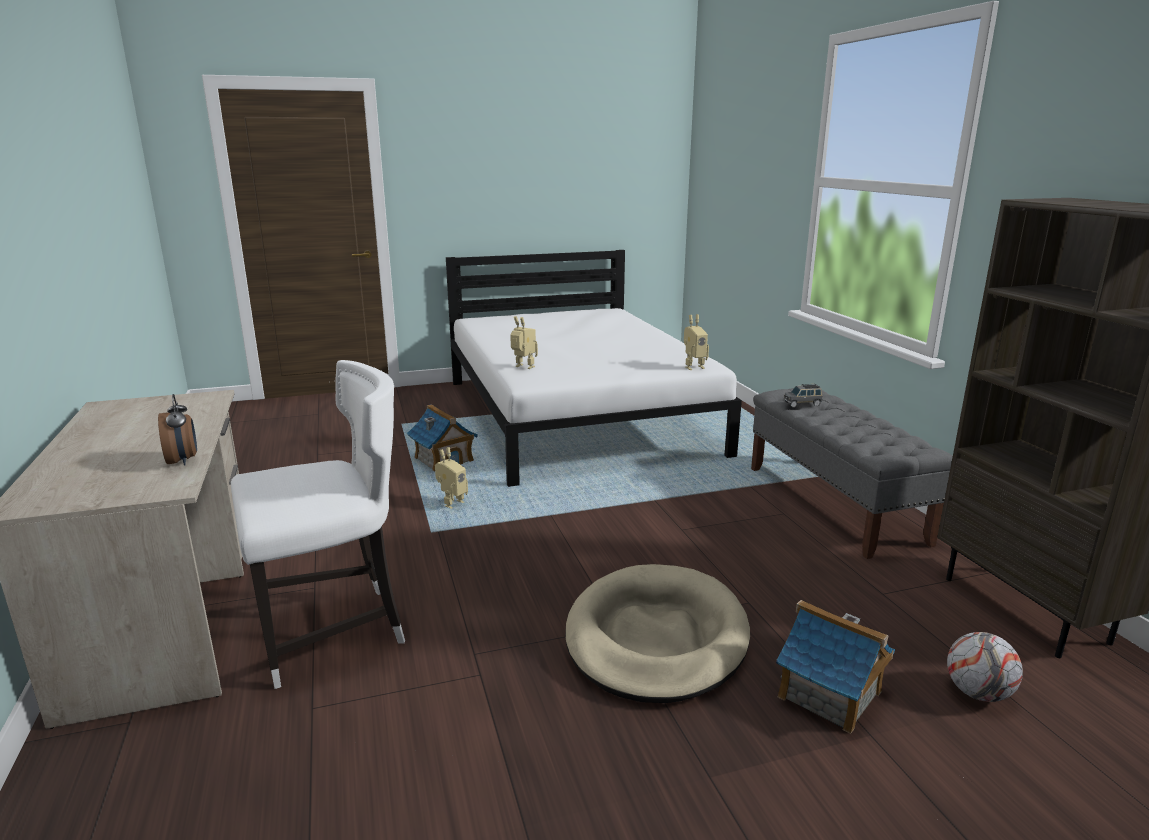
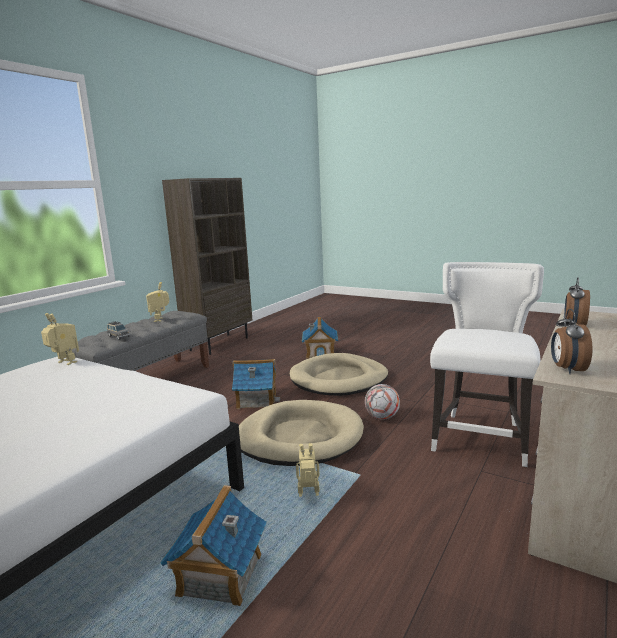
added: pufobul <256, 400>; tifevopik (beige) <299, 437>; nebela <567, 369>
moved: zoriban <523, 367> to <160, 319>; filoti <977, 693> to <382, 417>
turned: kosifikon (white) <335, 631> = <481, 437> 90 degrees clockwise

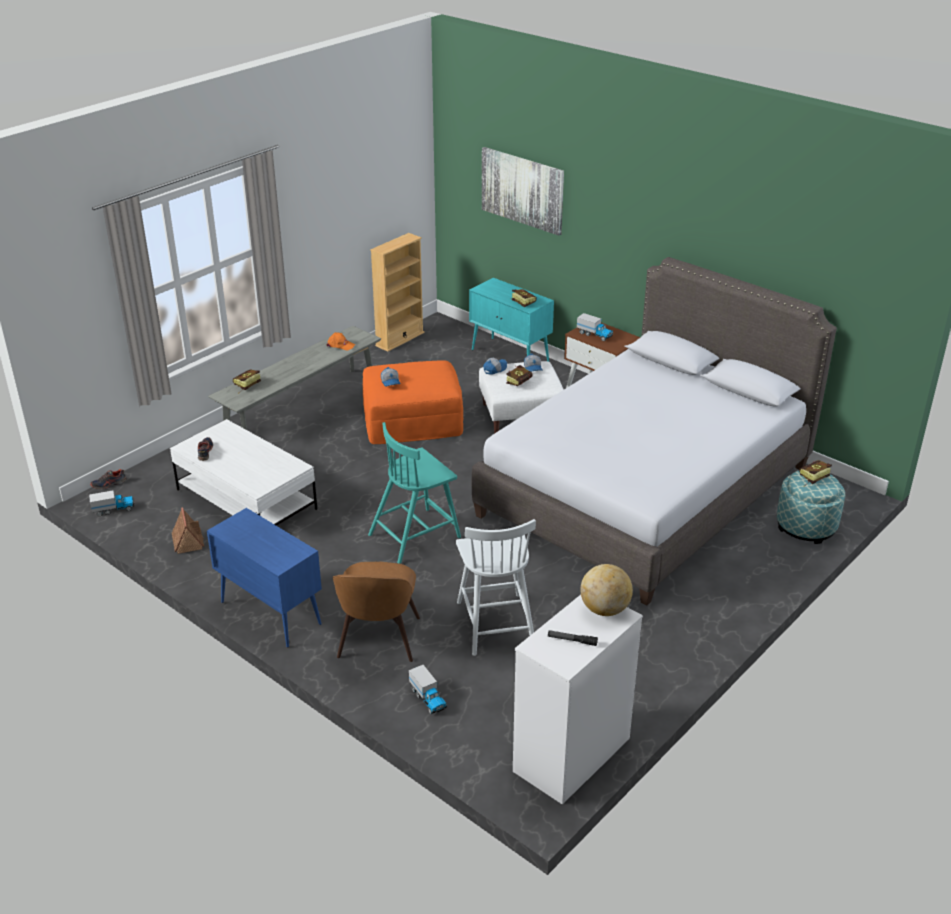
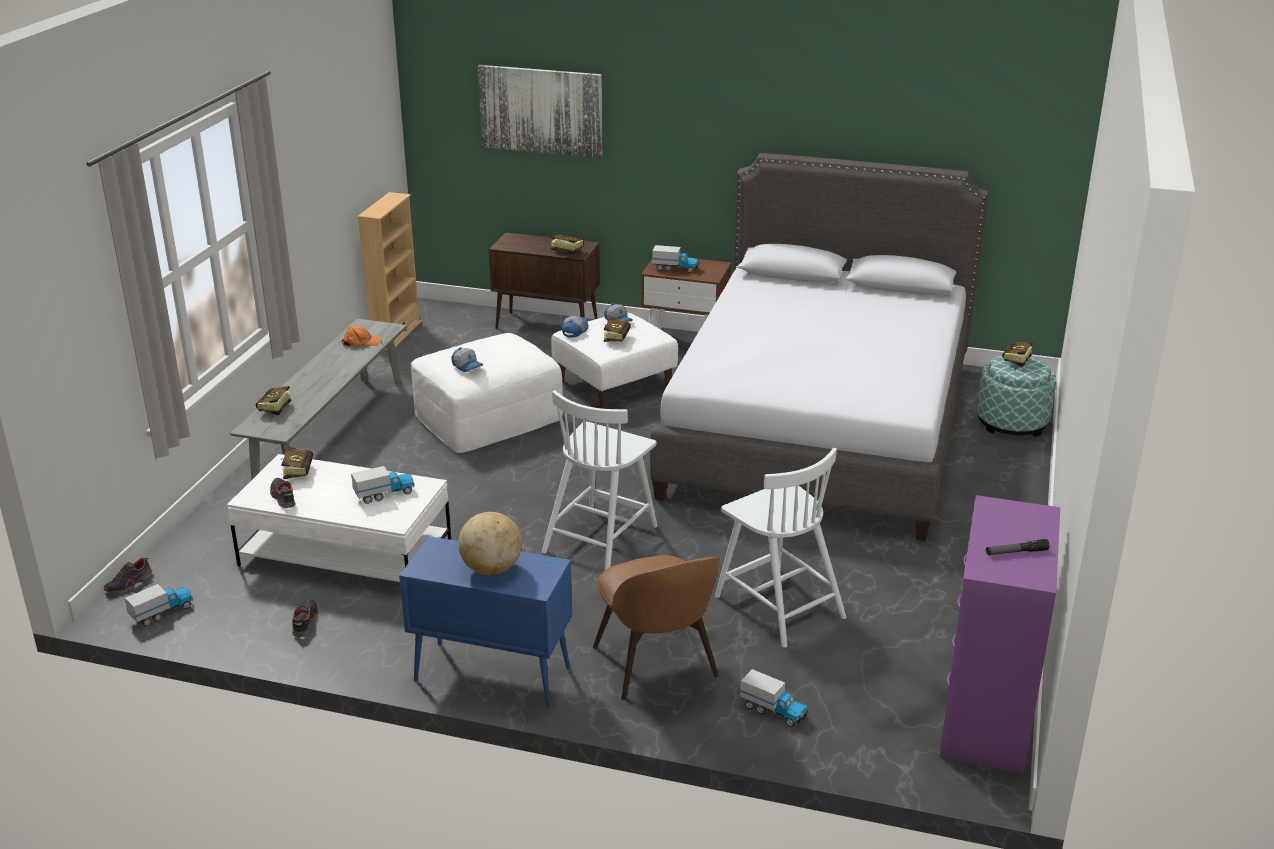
added: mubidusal <299, 471>; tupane <384, 494>
moved: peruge <605, 609> to <491, 569>
replaced: pufobul <188, 541> to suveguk <305, 622>
recoloured: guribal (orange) <412, 420> to guribal (white) <488, 416>; kosifikon (turquoise) <416, 535> to kosifikon (white) <601, 538>; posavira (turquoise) <510, 356> to posavira (brown) <548, 326>; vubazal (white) <571, 755> to vubazal (purple) <986, 718>

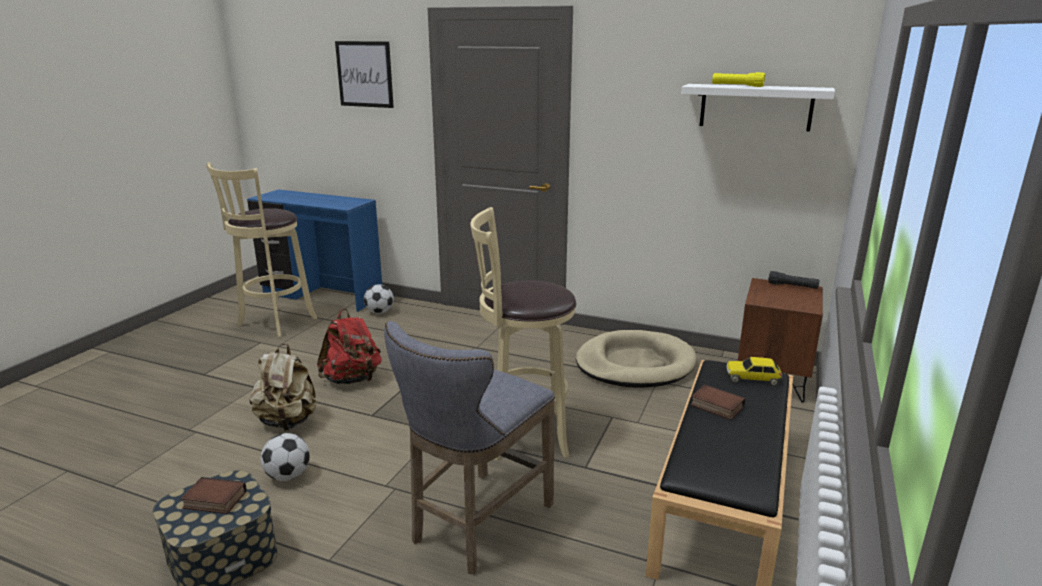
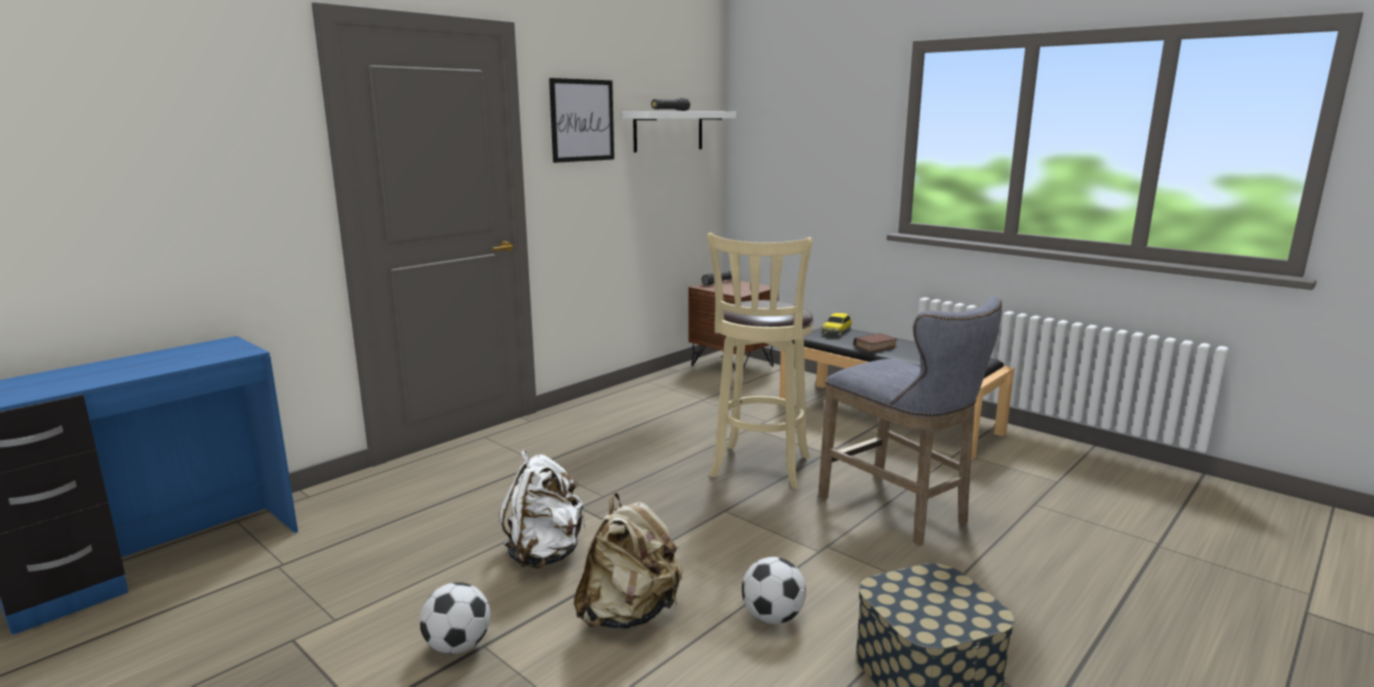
removed: mubidusal <213, 501>; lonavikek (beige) <274, 323>; tifevopik (beige) <635, 364>
moved: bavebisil <364, 74> to <582, 120>; filoti <380, 312> to <458, 646>
recoloured: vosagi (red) <352, 380> to vosagi (white) <545, 554>; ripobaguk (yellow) <737, 86> to ripobaguk (black) <670, 110>

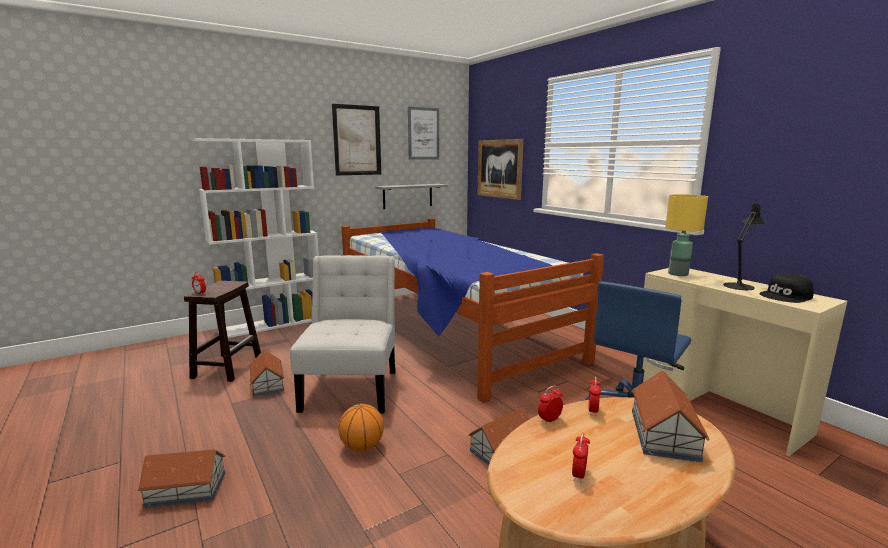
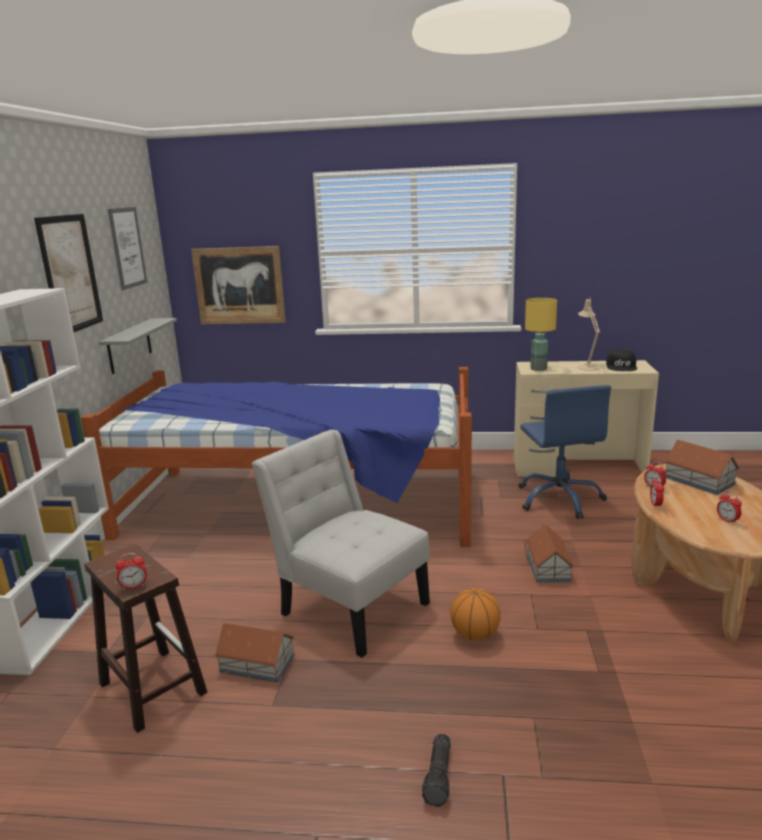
replaced: pufobul <185, 489> to ripobaguk <440, 777>
recoloured: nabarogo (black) <740, 285> to nabarogo (beige) <587, 366>

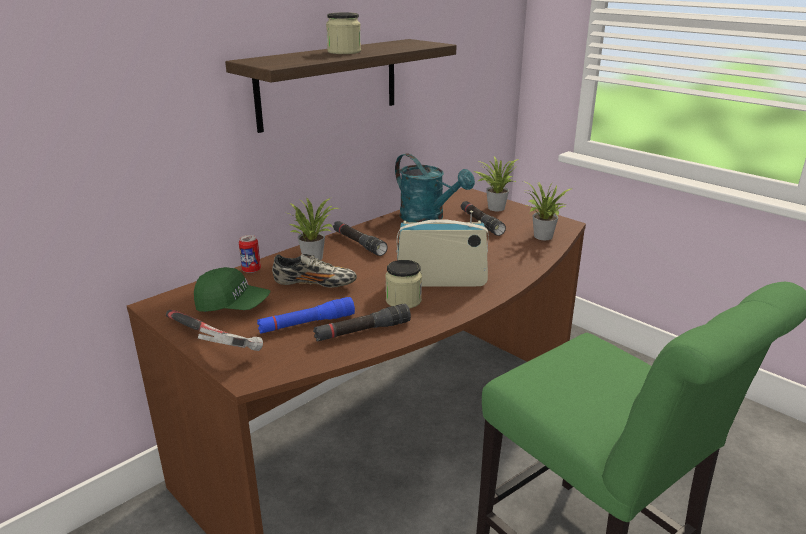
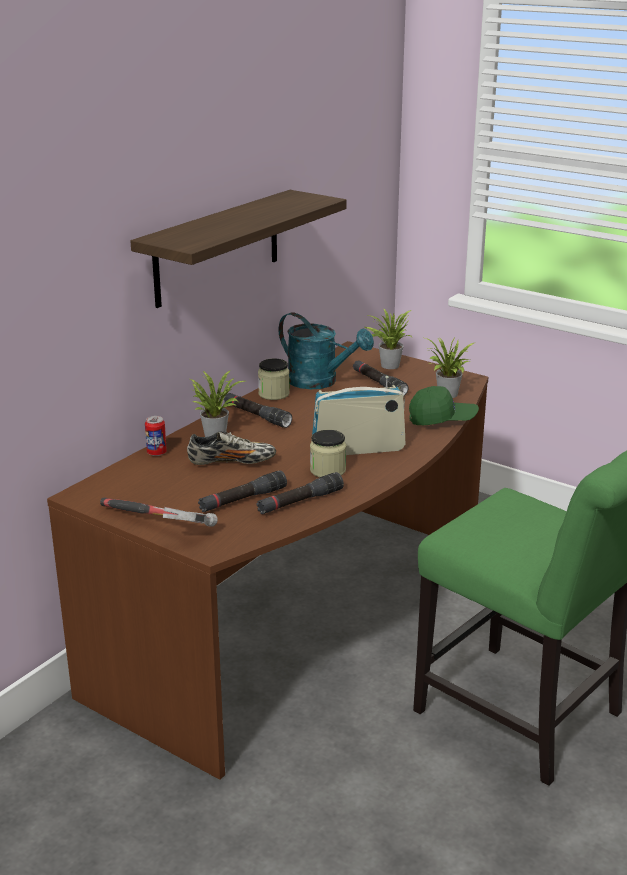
moved: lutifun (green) <233, 305> to <442, 420>; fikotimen <344, 52> to <274, 394>
recoloured: ripobaguk (blue) <307, 324> to ripobaguk (black) <242, 500>

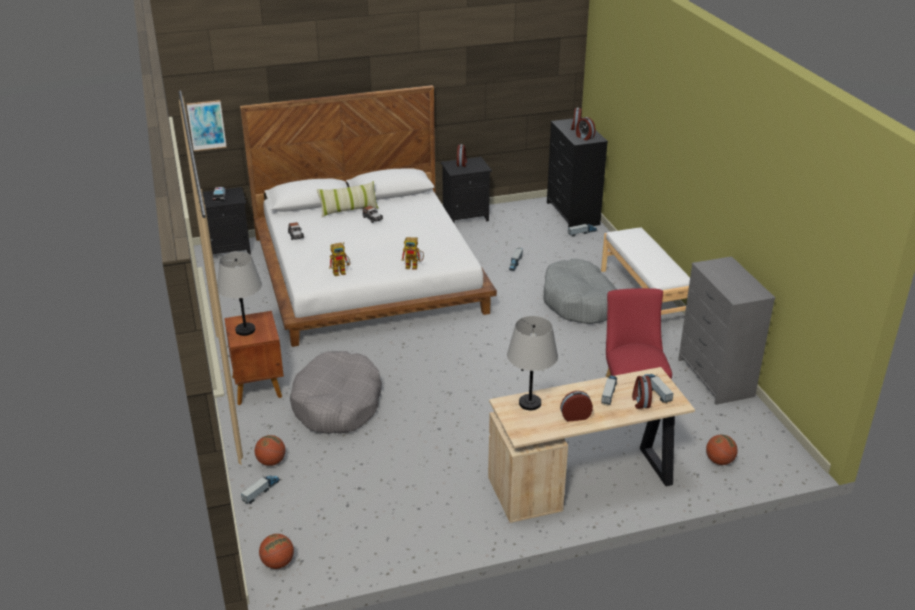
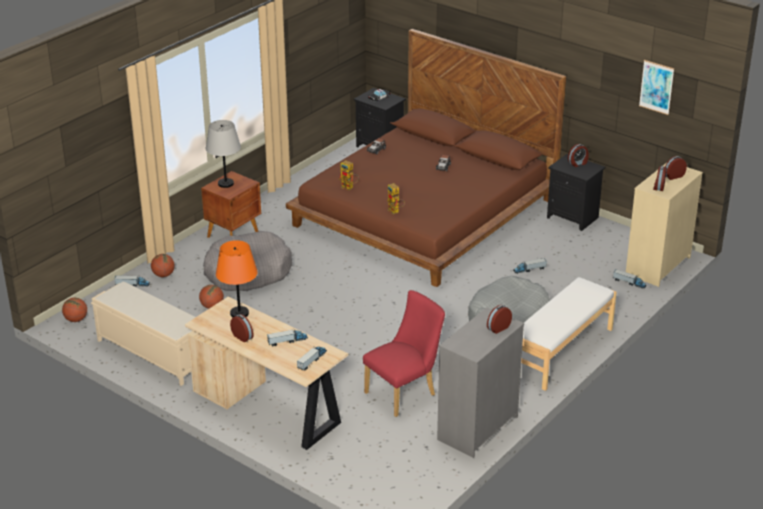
removed: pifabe <348, 210>
added: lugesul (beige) <152, 353>
moved: bavebisil <206, 125> to <656, 87>; nebela <640, 402> to <498, 328>; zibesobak <719, 461> to <212, 306>
recoloured: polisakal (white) <368, 274> to polisakal (brown) <423, 213>; nabarogo (grey) <530, 403> to nabarogo (orange) <239, 313>; vubazal (black) <572, 214> to vubazal (beige) <657, 265>

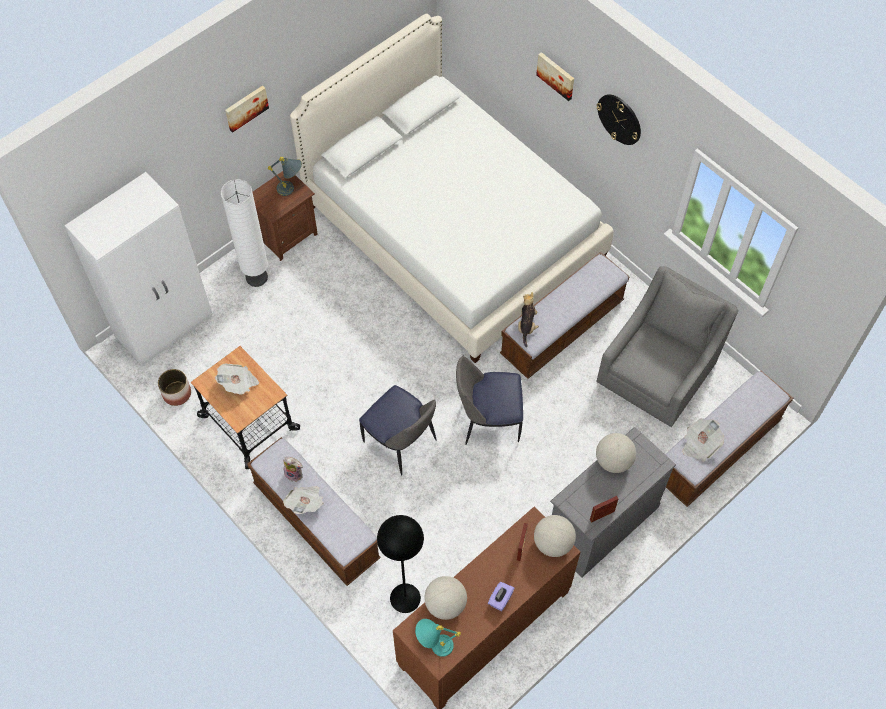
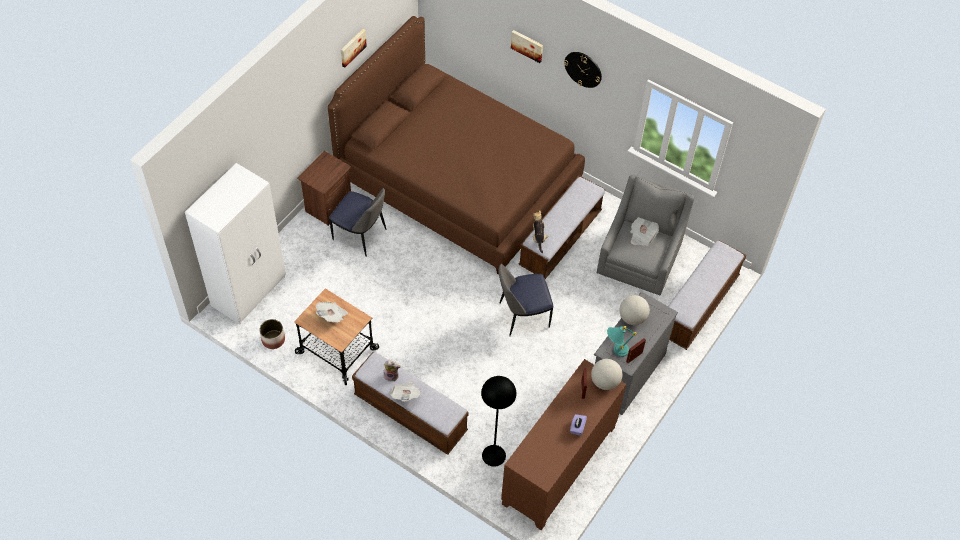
removed: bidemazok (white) <256, 277>; nabarogo (grey) <291, 190>; peruge <445, 604>
moved: bavebisil <246, 107> to <352, 47>; kosifikon <401, 443> to <361, 236>; nabarogo (turquoise) <434, 645> to <615, 351>; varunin <699, 444> to <642, 235>
recoloured: polisakal (white) <453, 230> to polisakal (brown) <458, 181>

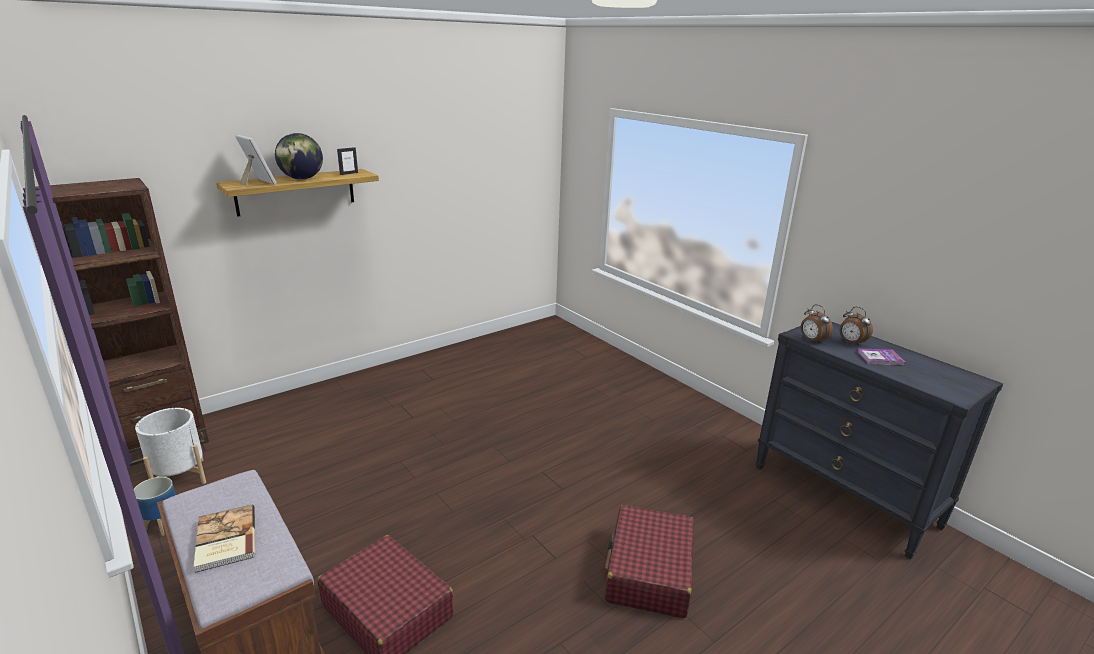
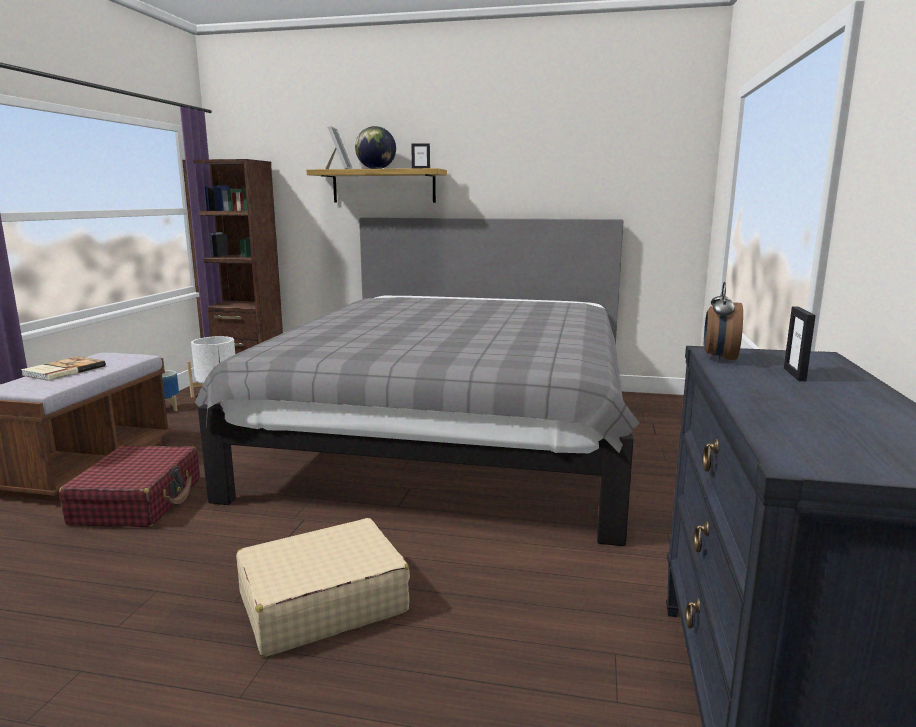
removed: mubidusal <880, 358>
added: polisakal (grey) <453, 435>
replaced: nebela <851, 343> to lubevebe <795, 374>
recoloured: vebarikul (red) <649, 572> to vebarikul (beige) <322, 603>

